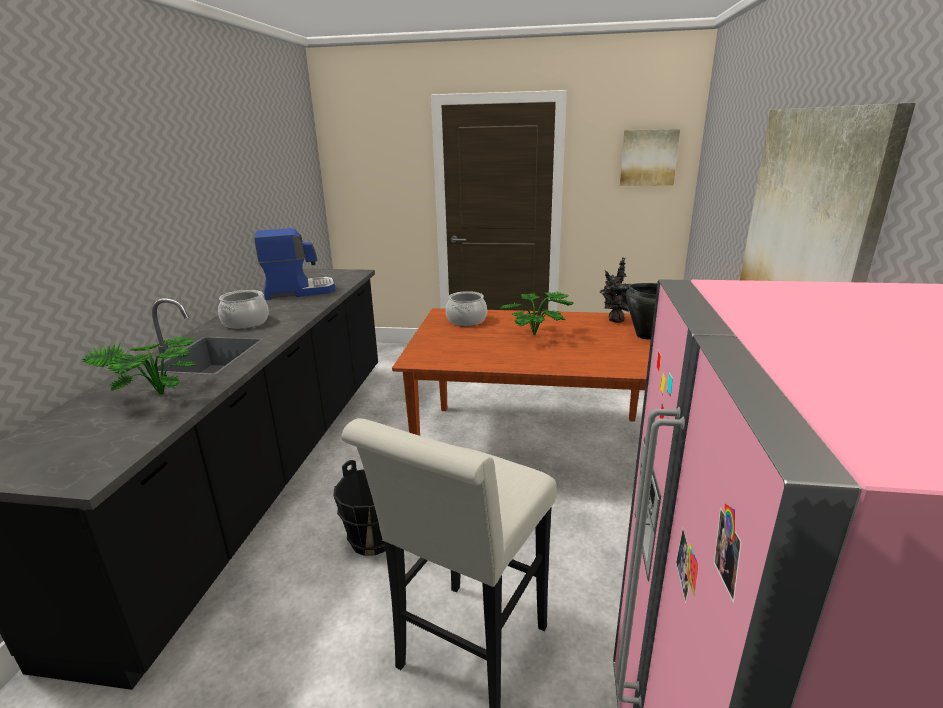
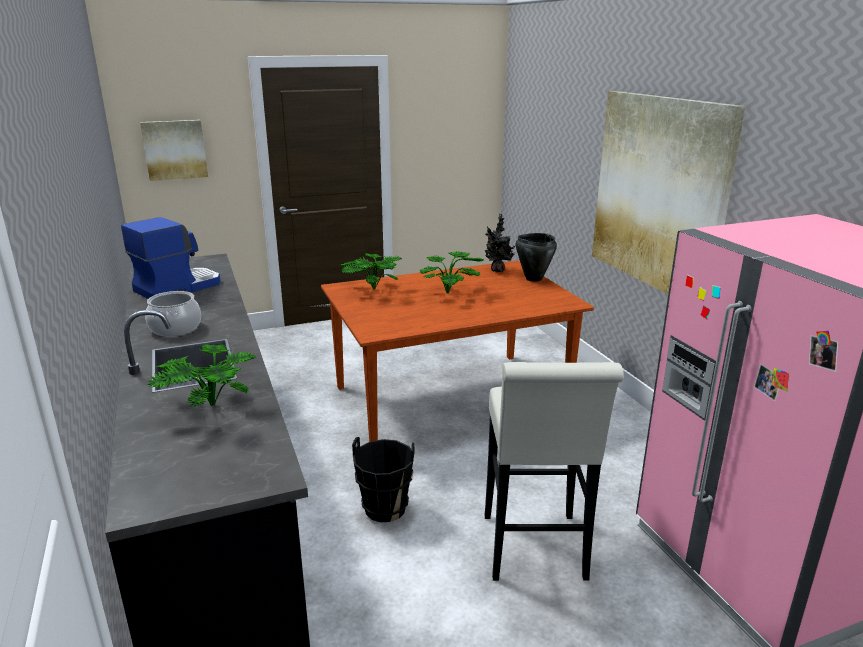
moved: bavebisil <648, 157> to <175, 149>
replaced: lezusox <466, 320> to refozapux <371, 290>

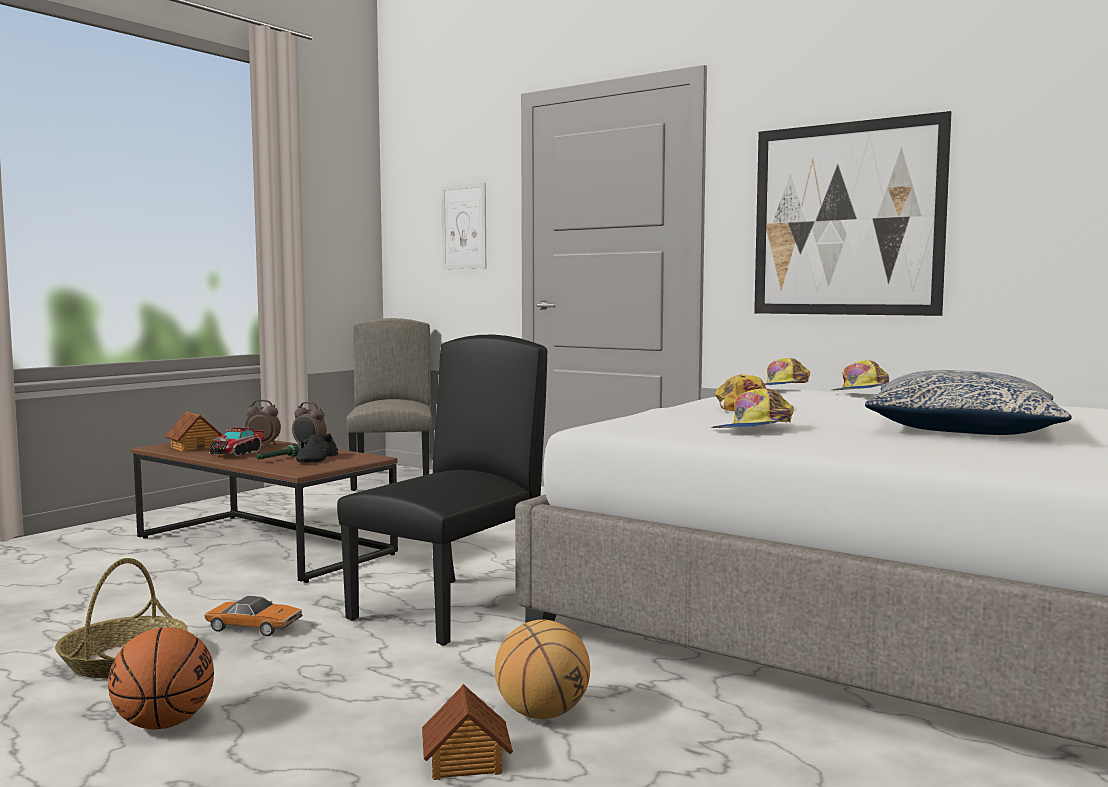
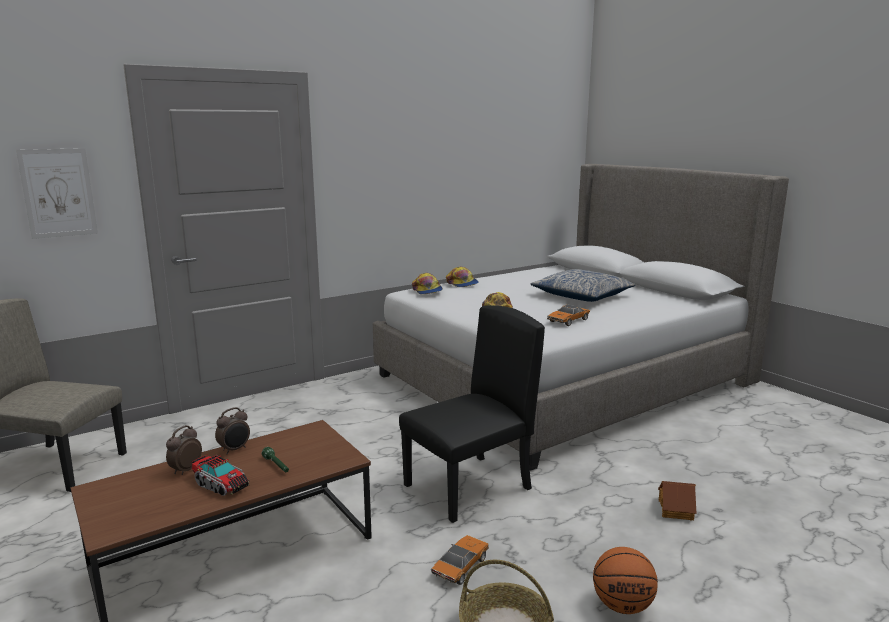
removed: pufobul <194, 447>; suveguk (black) <318, 459>; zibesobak <542, 714>; bavebisil <846, 219>
replaced: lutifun <753, 429> to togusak <568, 321>
turned: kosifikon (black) <447, 610> = <468, 487> 90 degrees clockwise

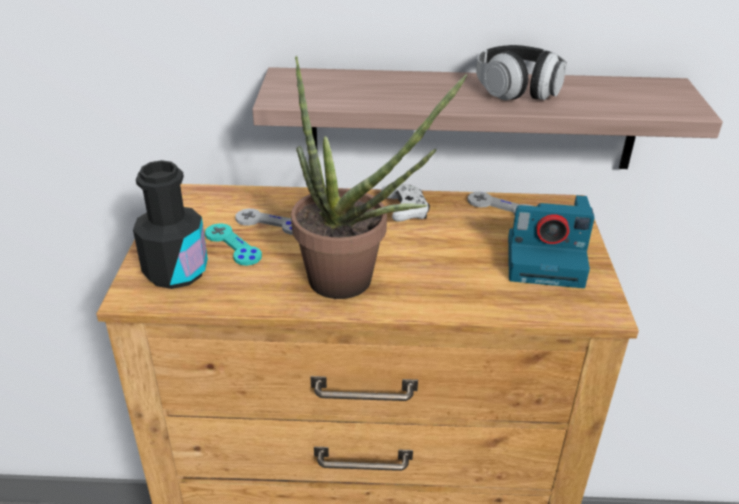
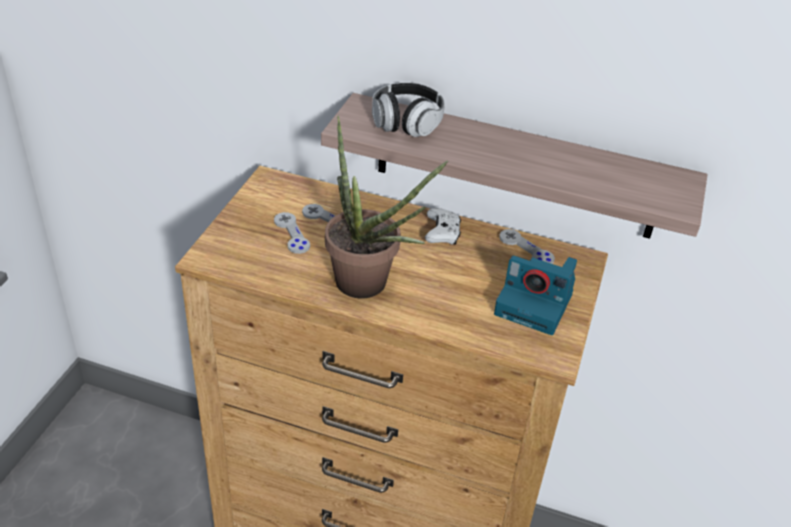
removed: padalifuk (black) <176, 271>
moved: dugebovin <517, 89> to <406, 122>
recoloured: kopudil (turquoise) <233, 246> to kopudil (grey) <291, 234>

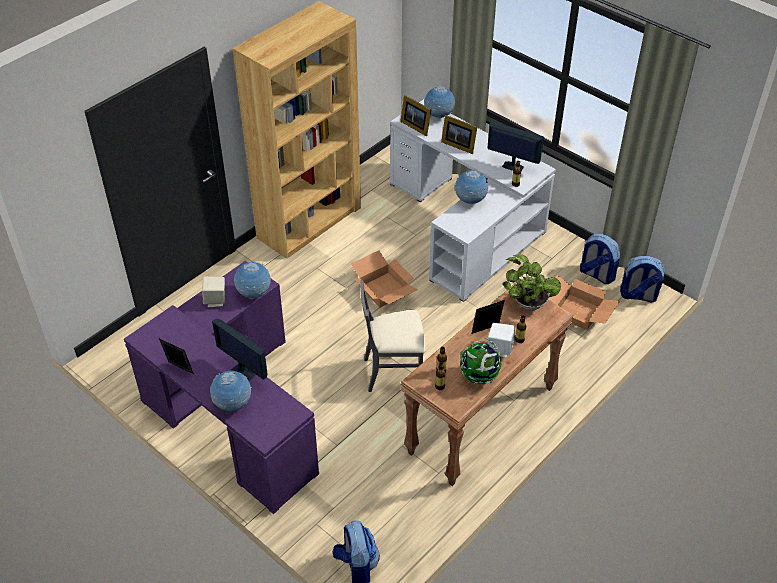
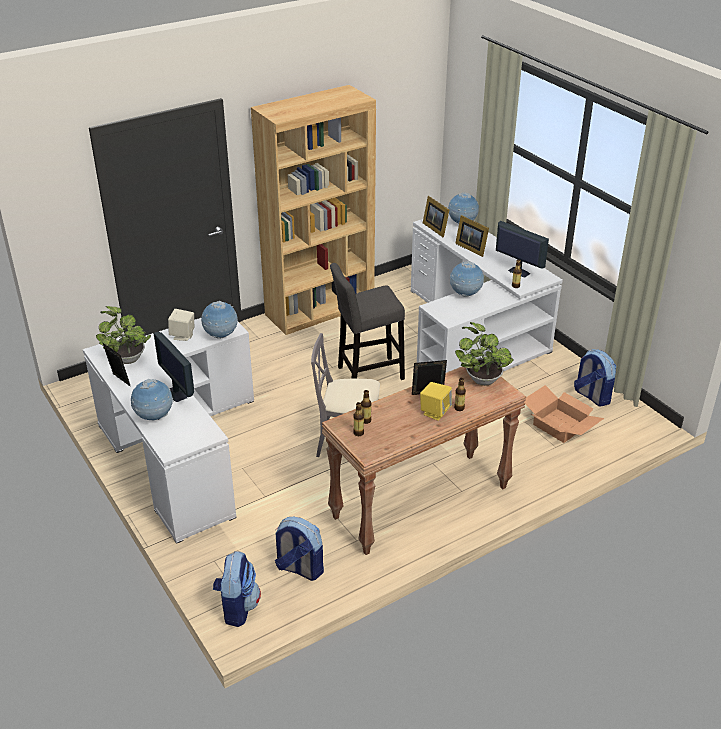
removed: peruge <479, 376>
added: refozapux <127, 358>
moved: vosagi <638, 296> to <299, 569>
replaced: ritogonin <383, 290> to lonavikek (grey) <367, 374>
recoloured: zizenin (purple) <230, 411> to zizenin (white) <176, 448>; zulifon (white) <499, 349> to zulifon (yellow) <435, 412>

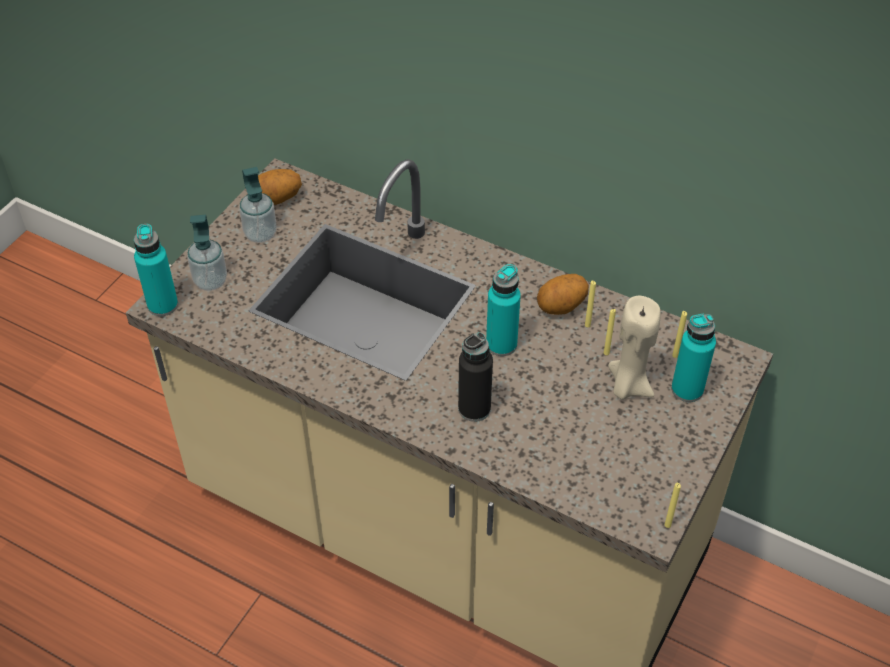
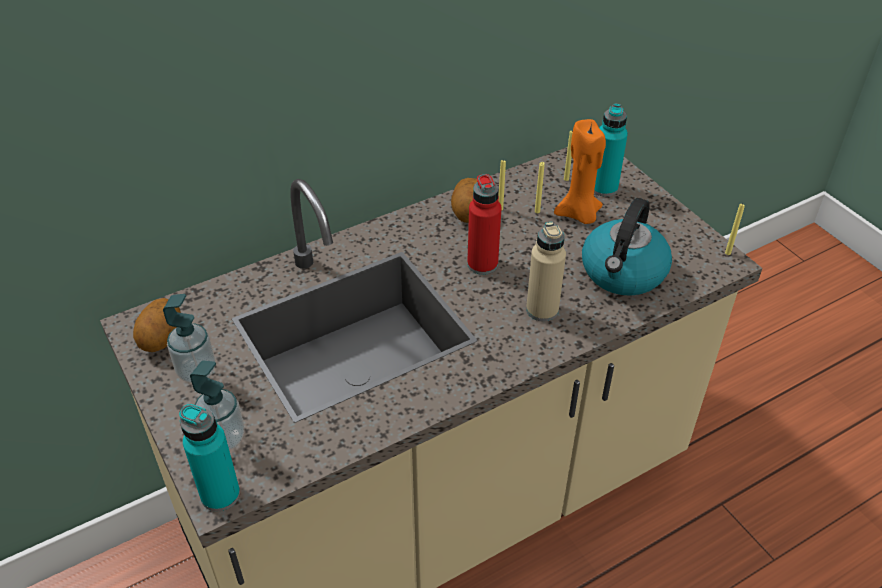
added: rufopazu <623, 273>
recoloured: padalifuk (black) <474, 409> to padalifuk (beige) <542, 310>; padalifuk (turquoise) <501, 344> to padalifuk (red) <482, 264>; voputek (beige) <628, 386> to voputek (orange) <579, 215>

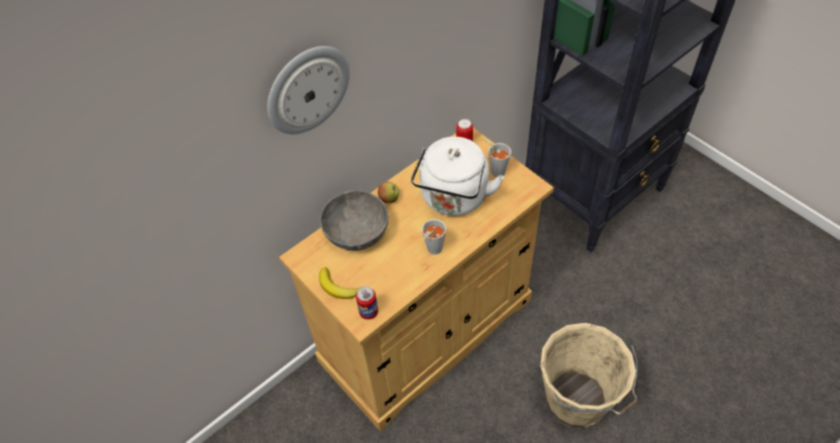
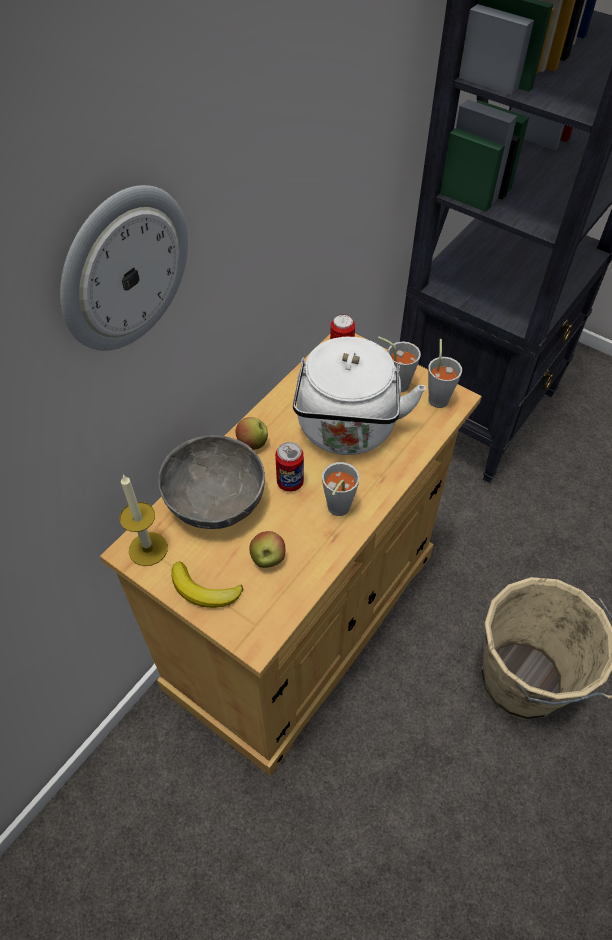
added: voputek <148, 549>; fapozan <268, 559>; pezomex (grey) <438, 396>
moved: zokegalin <368, 312> to <290, 482>

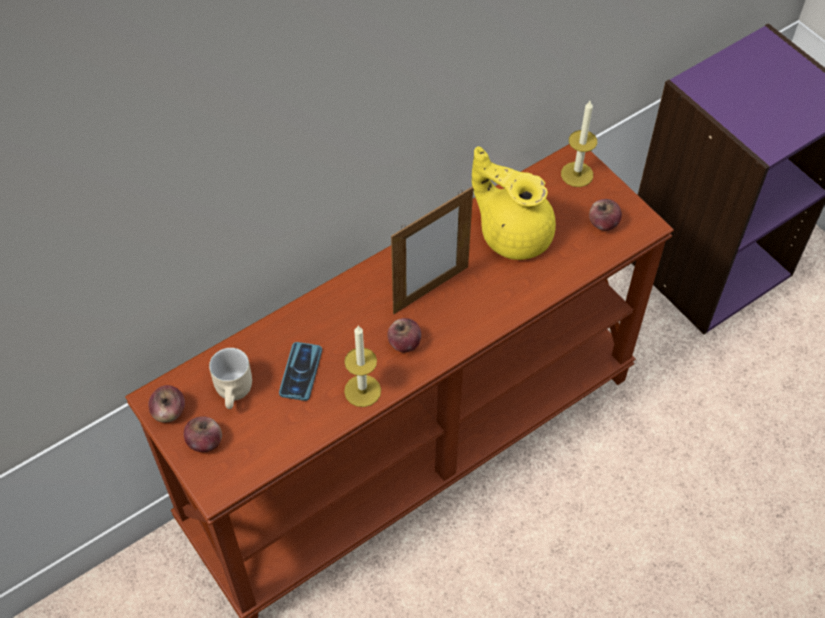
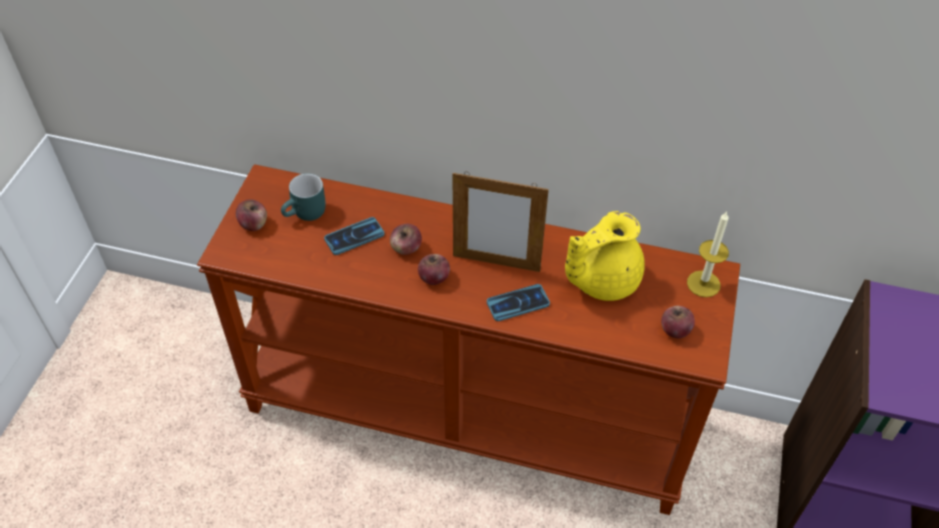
removed: voputek <362, 391>
added: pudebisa <518, 303>
moved: fapozan <169, 412> to <406, 248>
recoloured: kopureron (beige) <236, 392> to kopureron (turquoise) <306, 214>
turned: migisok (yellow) <513, 233> = <601, 279> 120 degrees counterclockwise

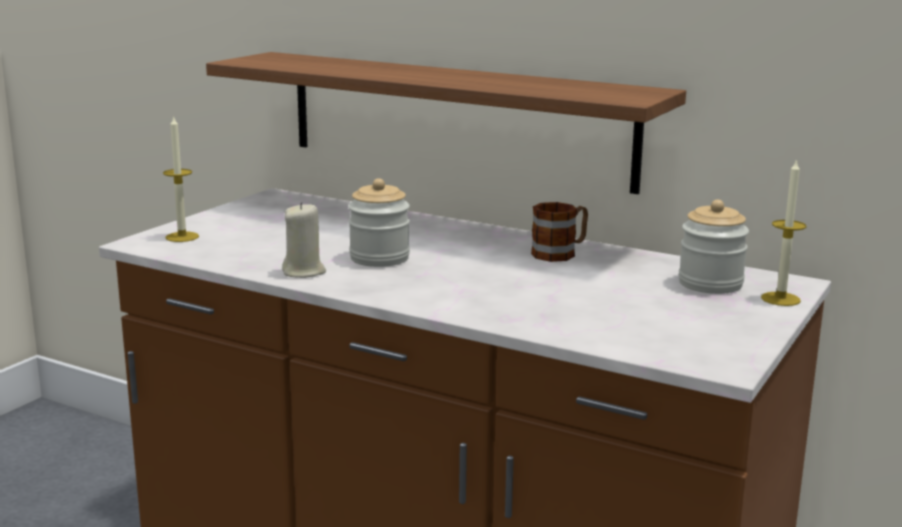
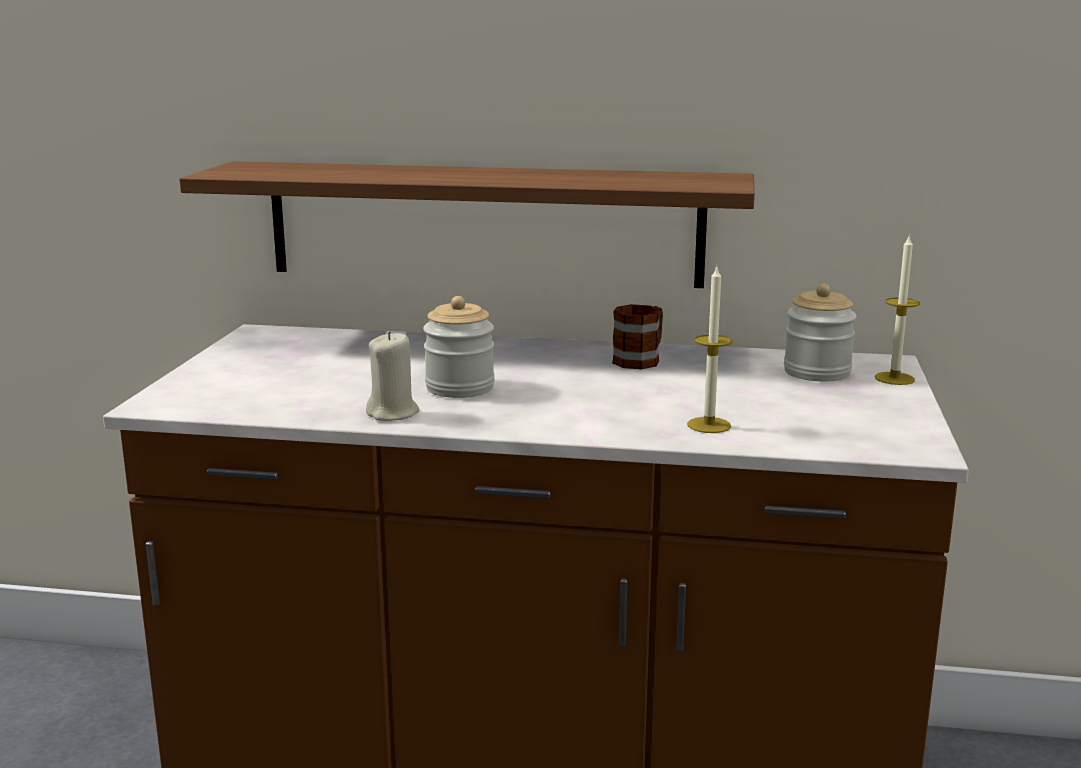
moved: voputek <182, 237> to <709, 425>

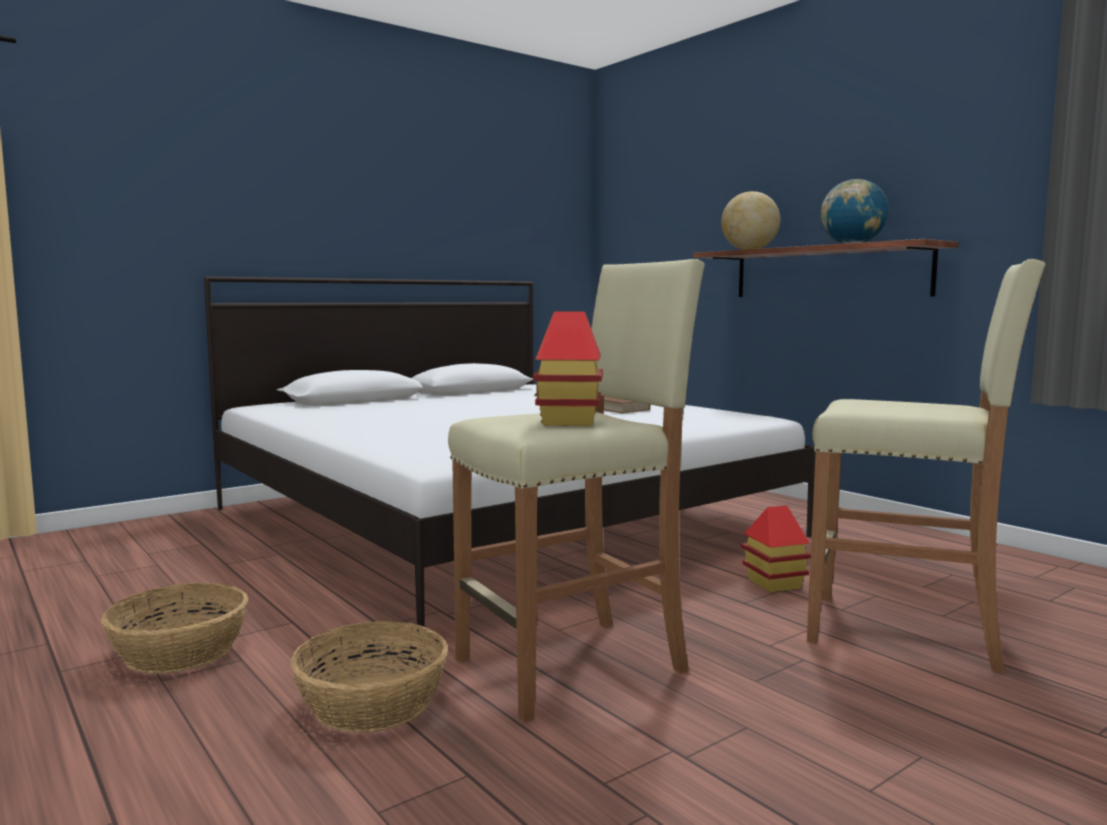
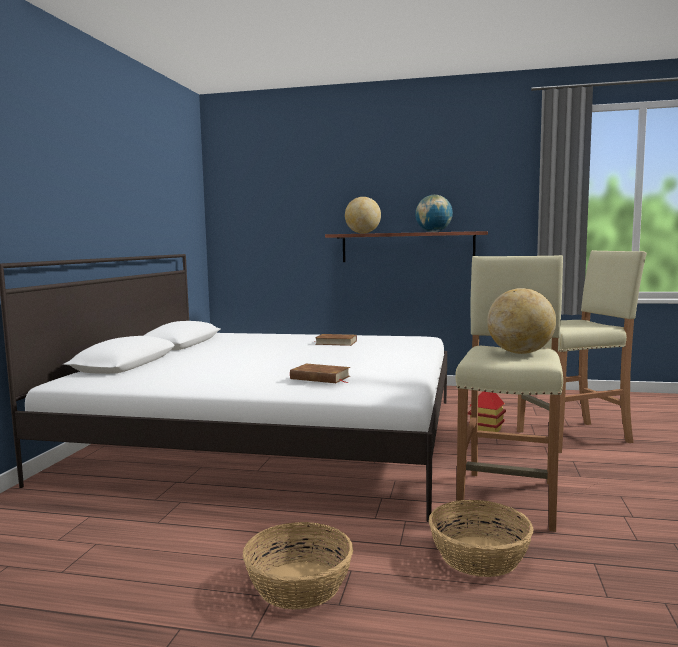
added: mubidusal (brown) <320, 378>
replaced: pufobul <569, 422> to peruge <520, 353>

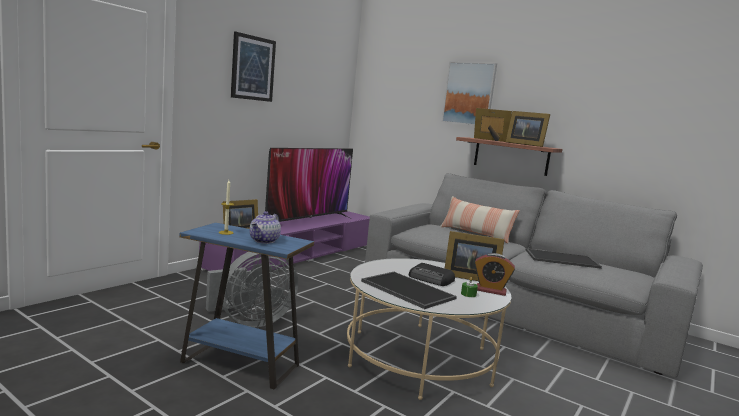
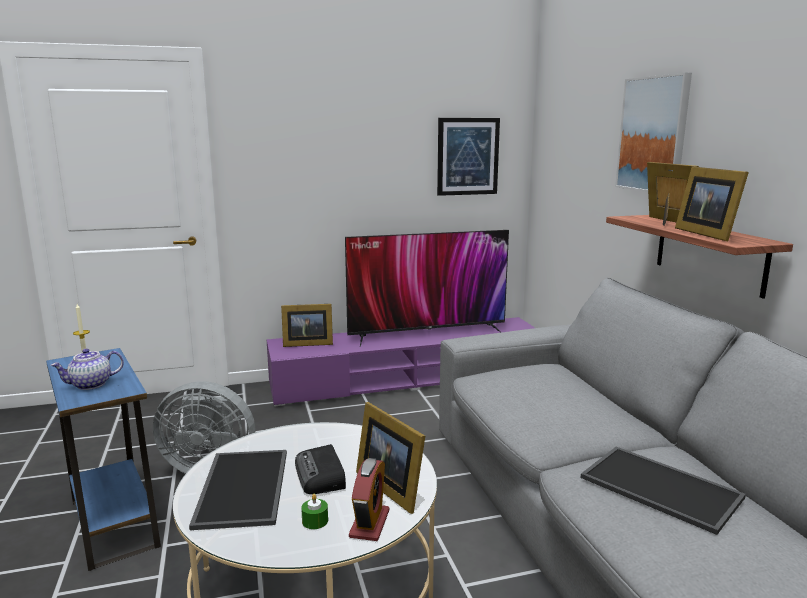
removed: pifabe <476, 234>
moved: bavebisil <252, 68> to <467, 156>
turned: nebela <490, 290> = <369, 523> 135 degrees counterclockwise

